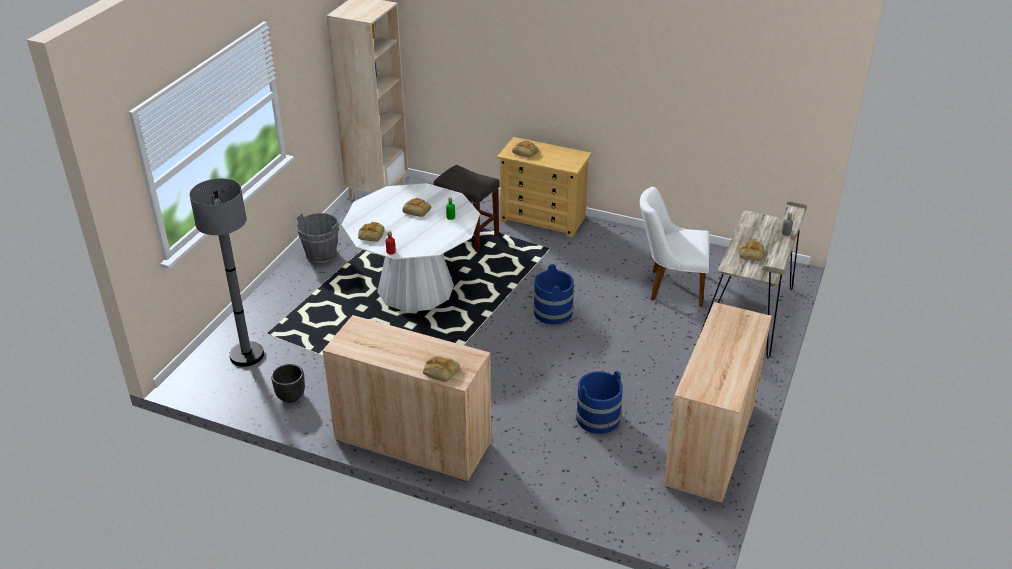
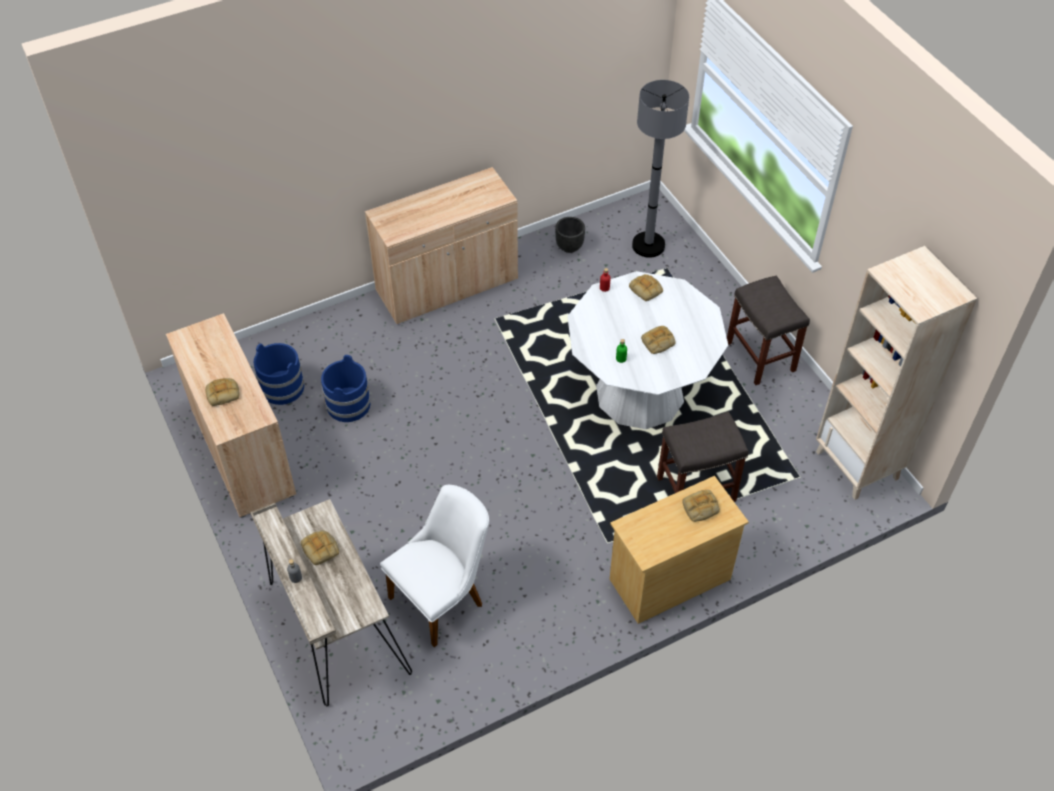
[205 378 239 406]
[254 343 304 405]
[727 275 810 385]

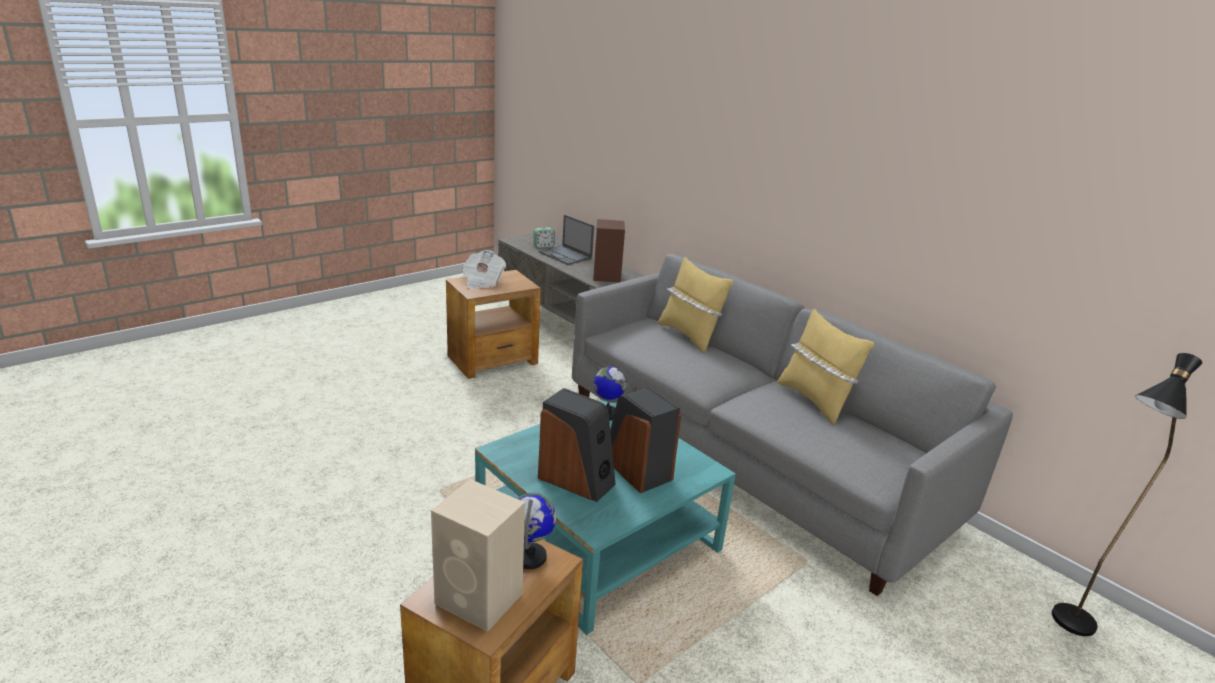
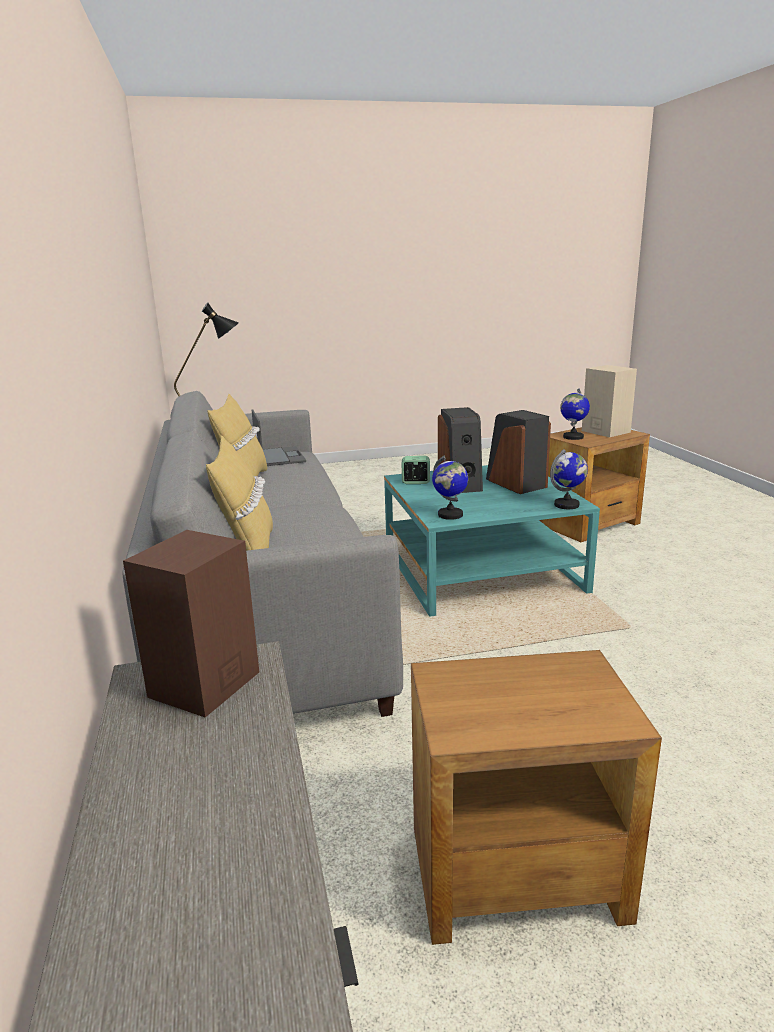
[462 250 506 289] (first image)
[550 449 588 509]
[402 456 430 484]
[251 410 306 466]

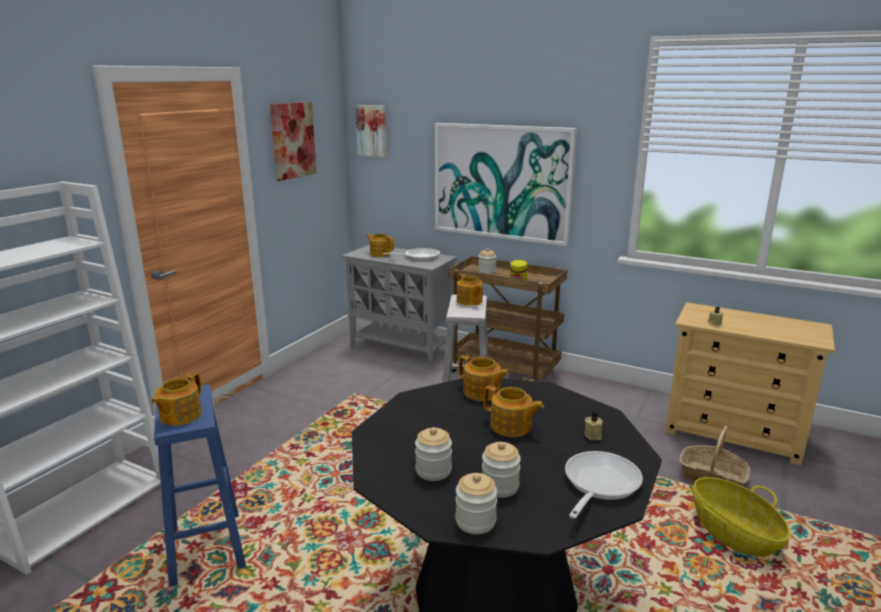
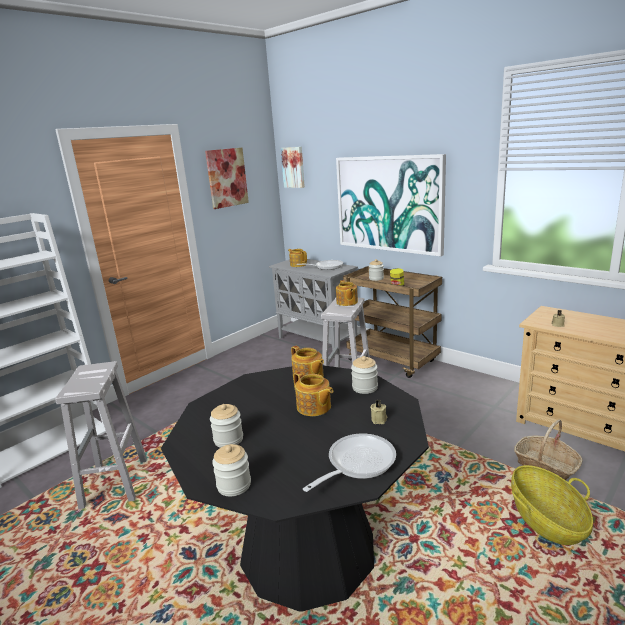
[151 373 202 426] (first image)
[351 356 378 394]
[55 361 147 509]

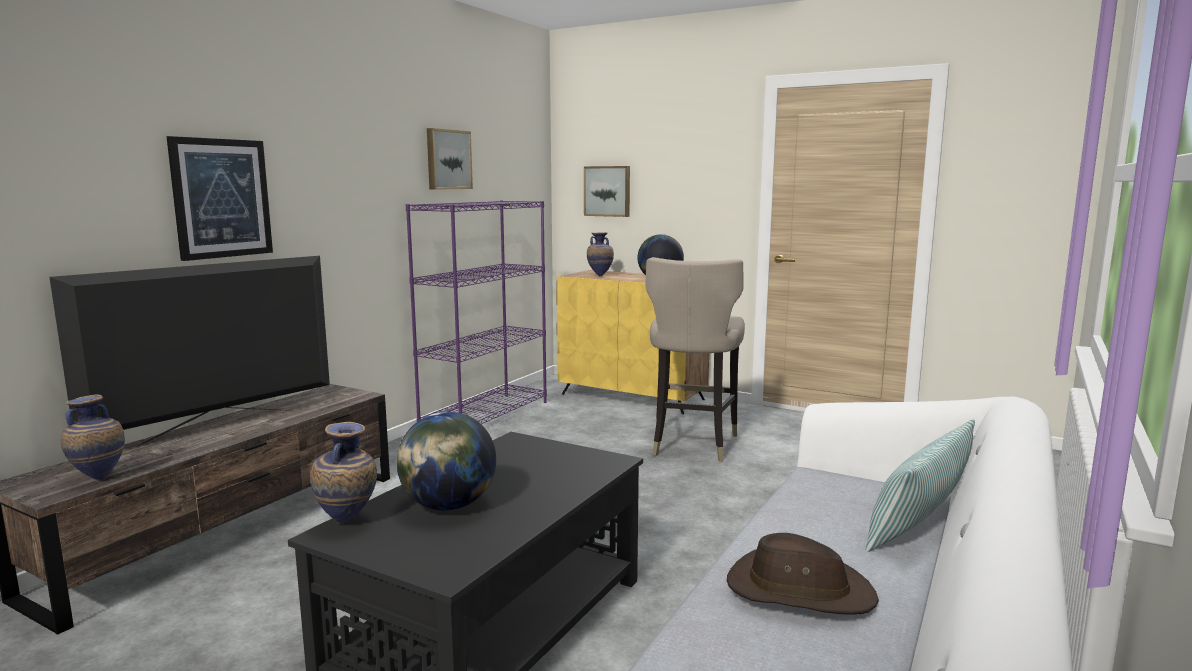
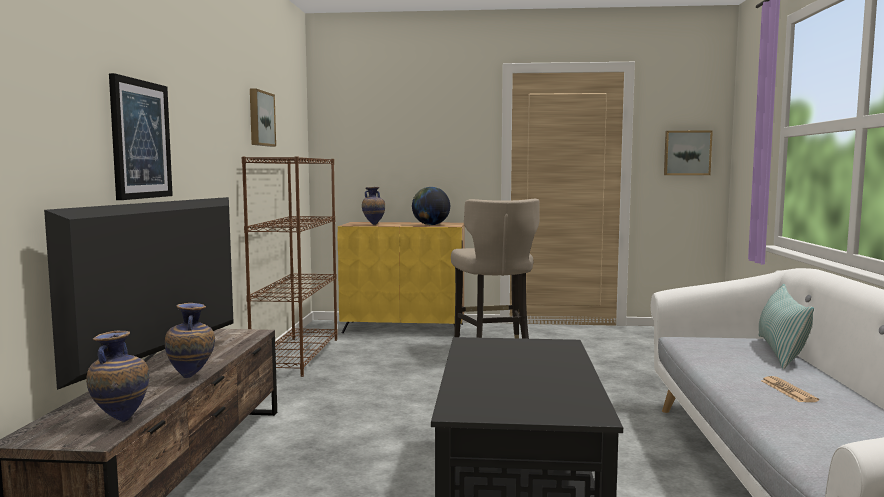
[397 412 496 510] (first image)
[165 303 215 378]
[664 131 713 175]
[761 376 819 402]
[242 156 338 377]

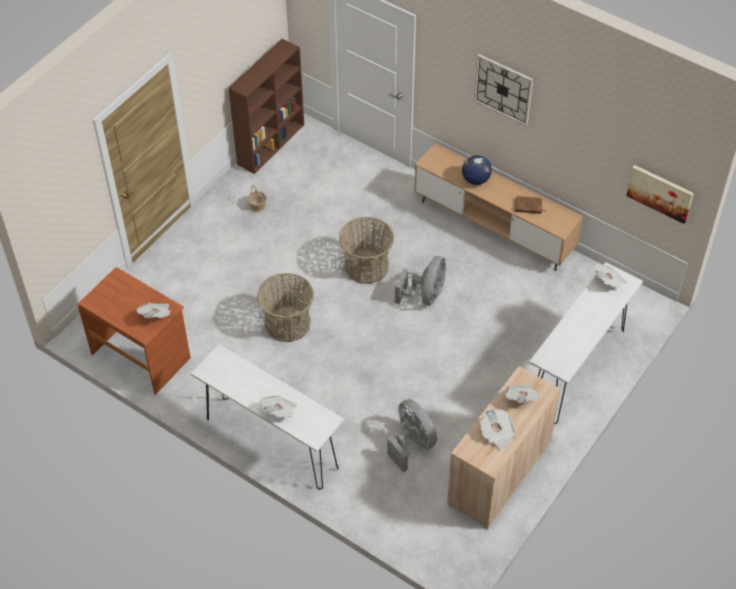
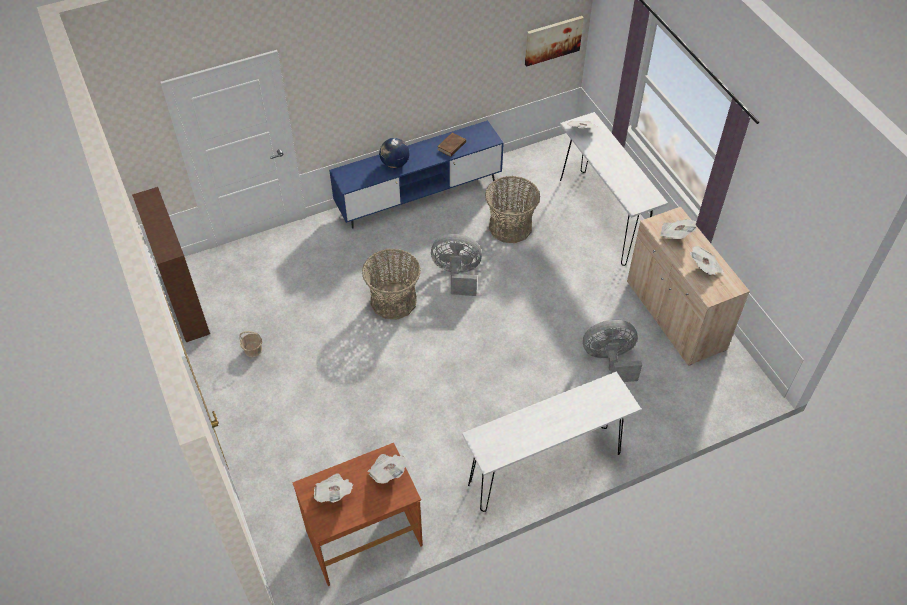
[474 54 533 126] (first image)
[485 176 540 243]
[314 473 353 503]
[329 120 504 229]
[431 234 482 296]

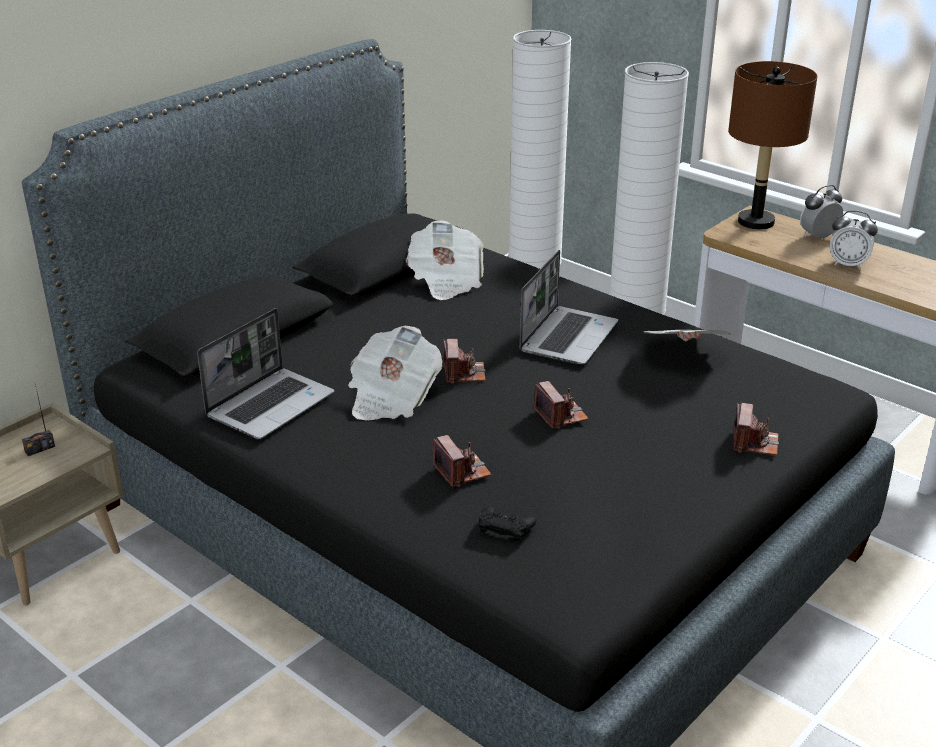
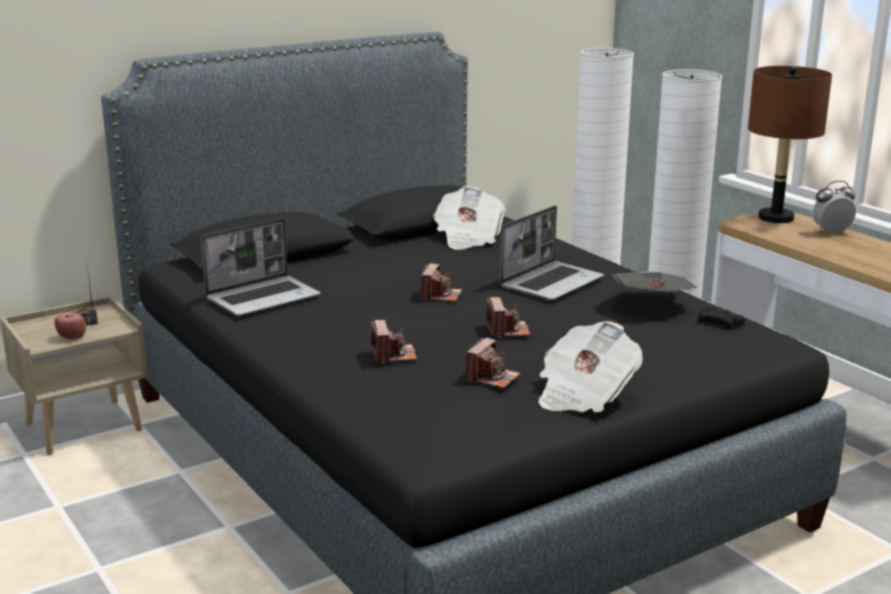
[830 210 878 269] (first image)
[55 313 86 340]
[539 321 643 413]
[698 307 745 329]
[466 337 520 388]

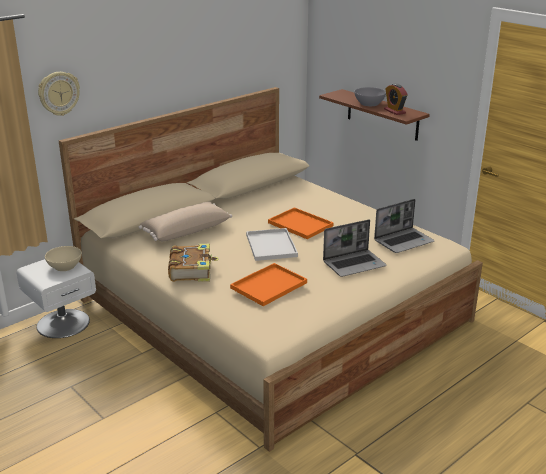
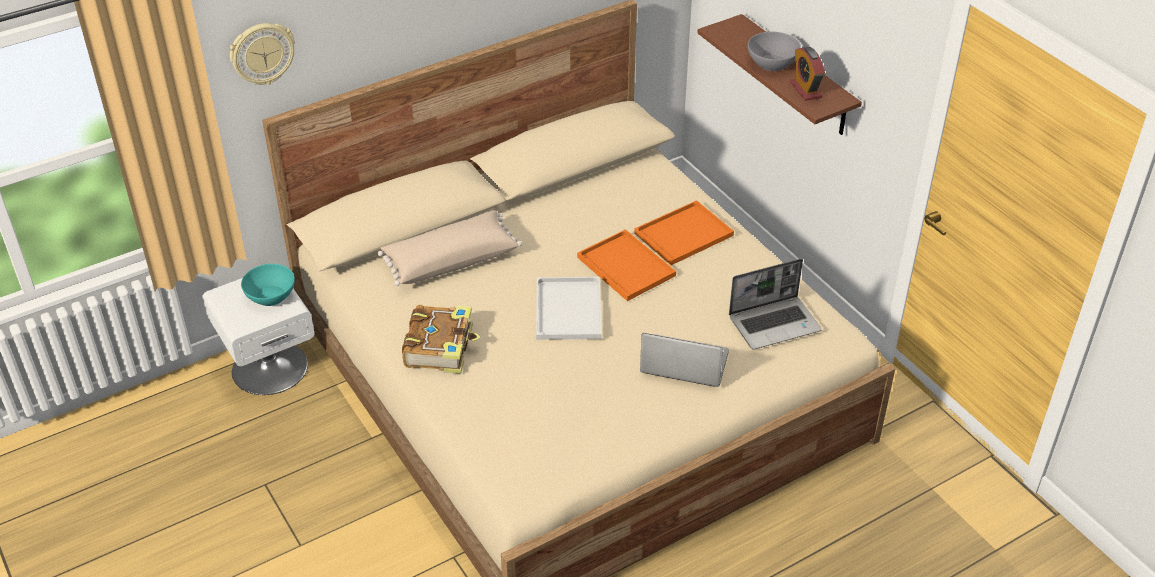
[634 200 734 265]
[241 264 295 306]
[640 333 729 387]

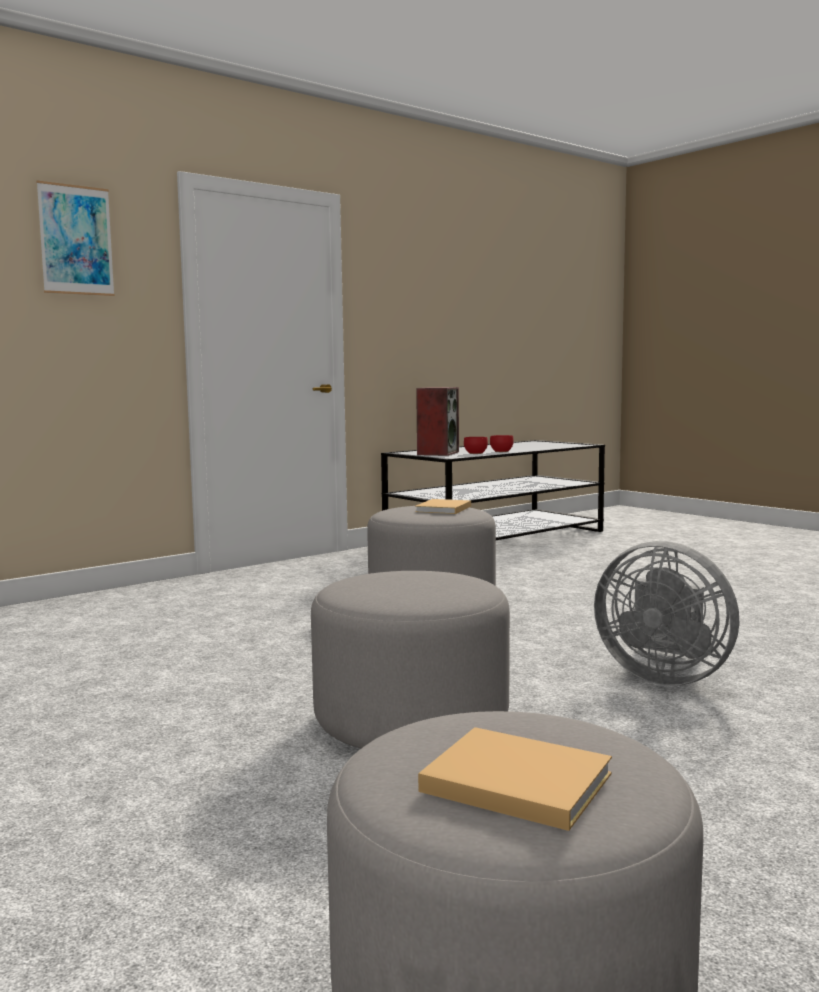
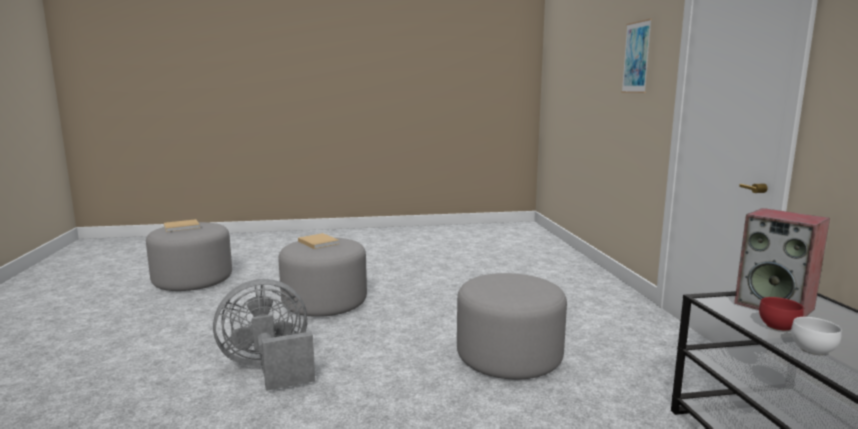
[298 233 339 249]
[791 317 842 355]

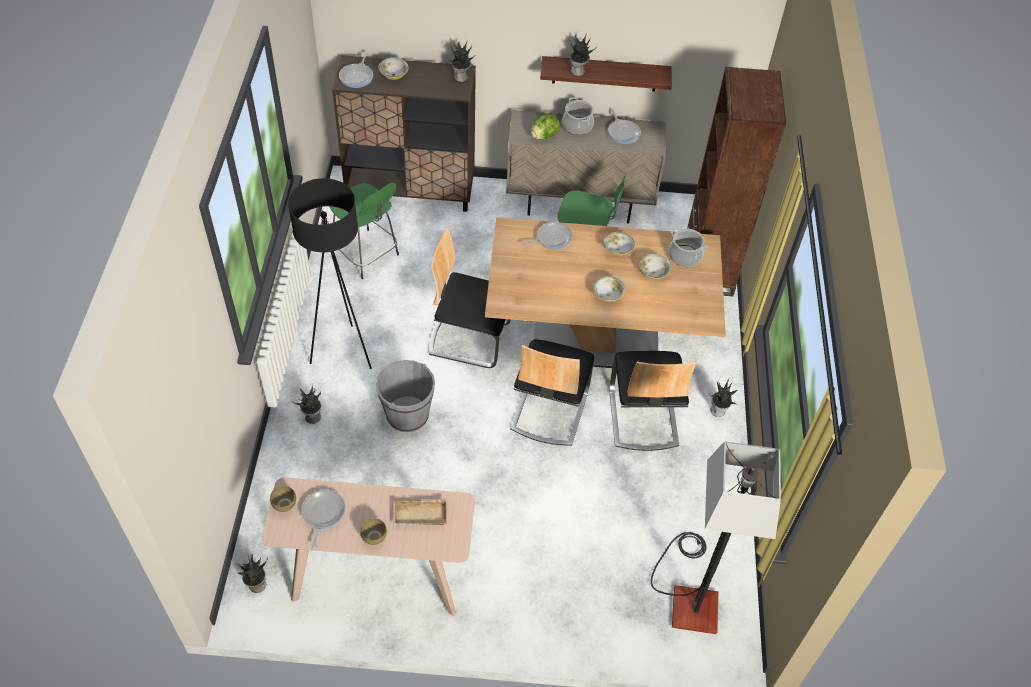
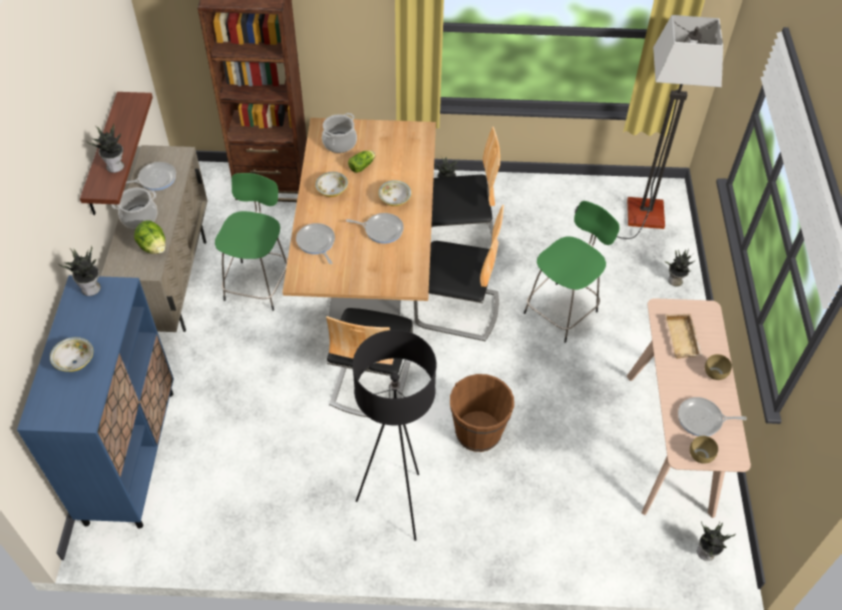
[664 249 695 287]
[524 201 620 343]
[346 213 404 244]
[348 150 375 173]
[17 275 174 529]
[450 374 514 452]

